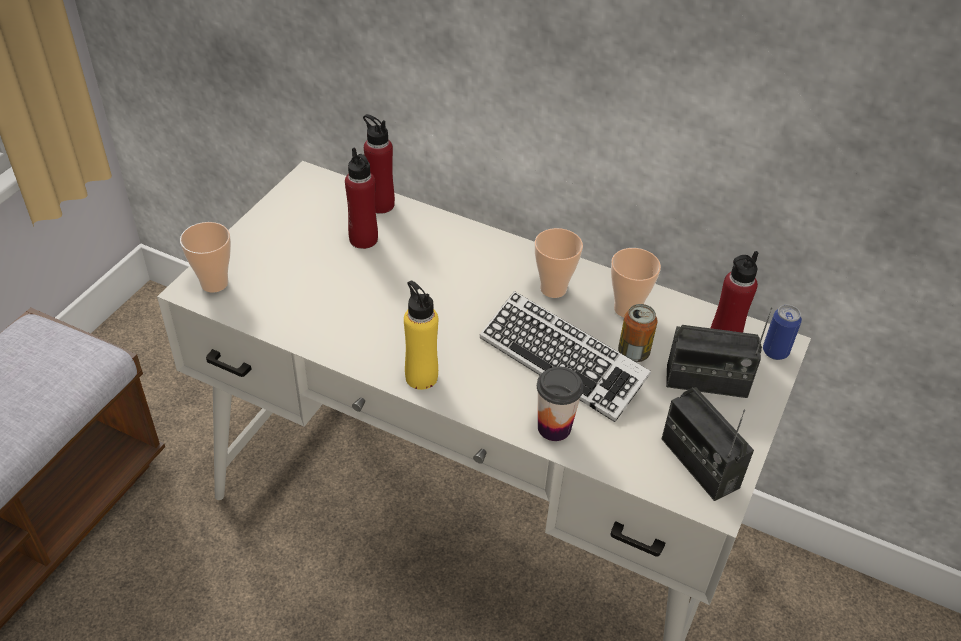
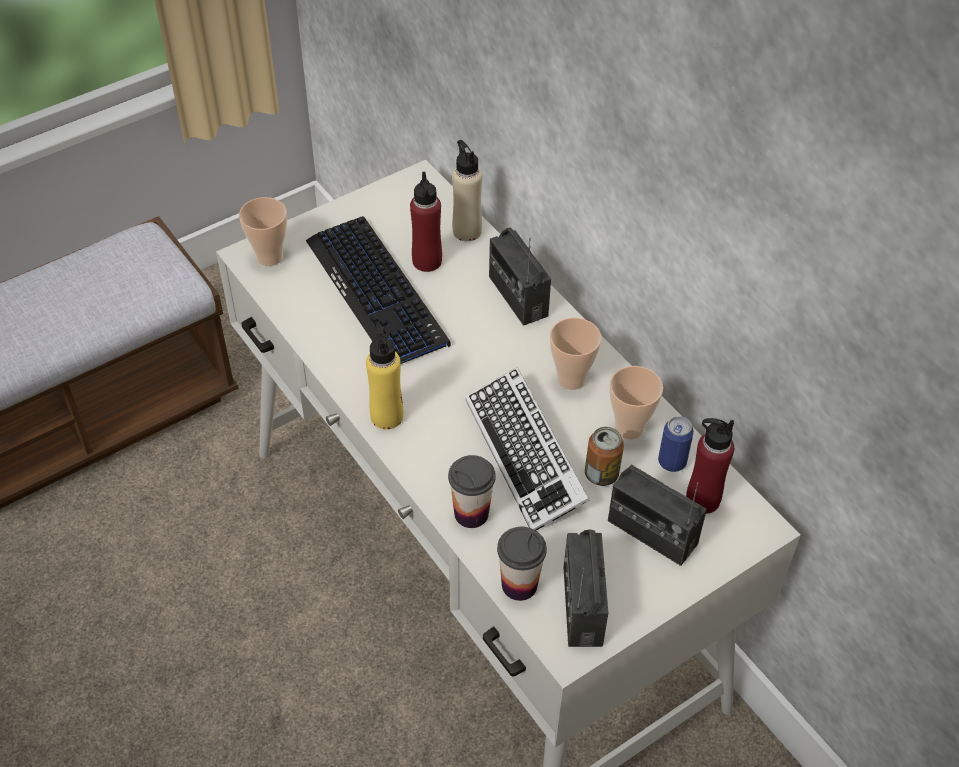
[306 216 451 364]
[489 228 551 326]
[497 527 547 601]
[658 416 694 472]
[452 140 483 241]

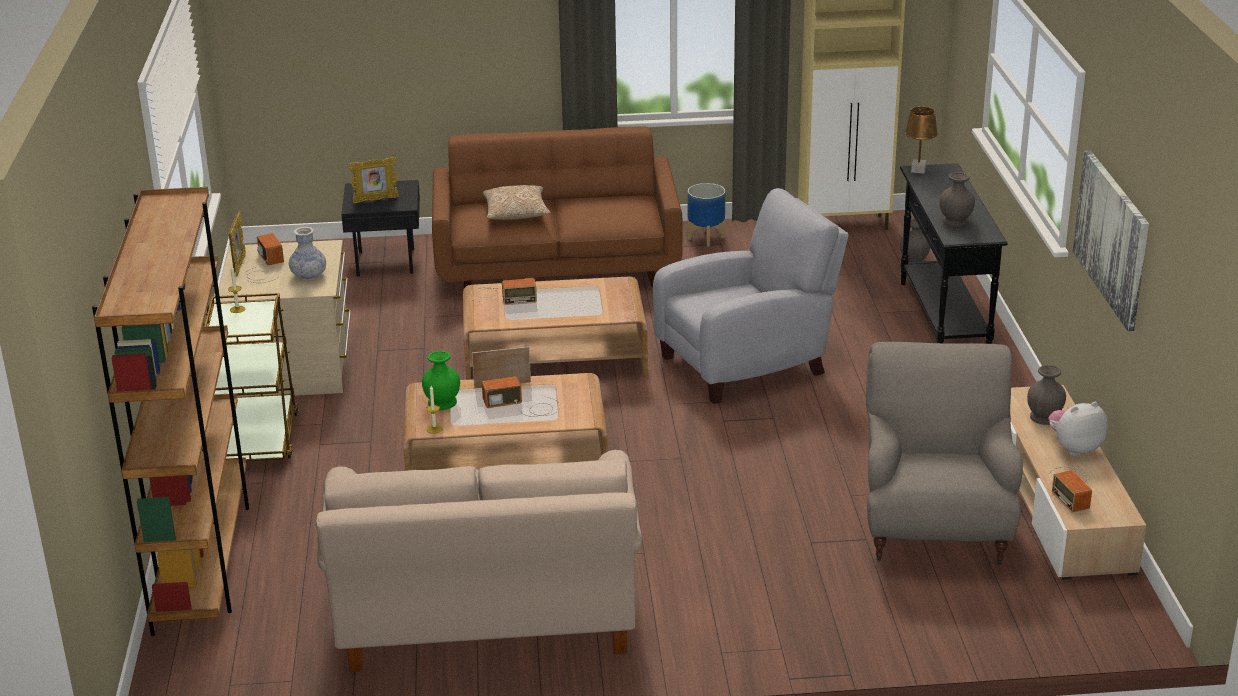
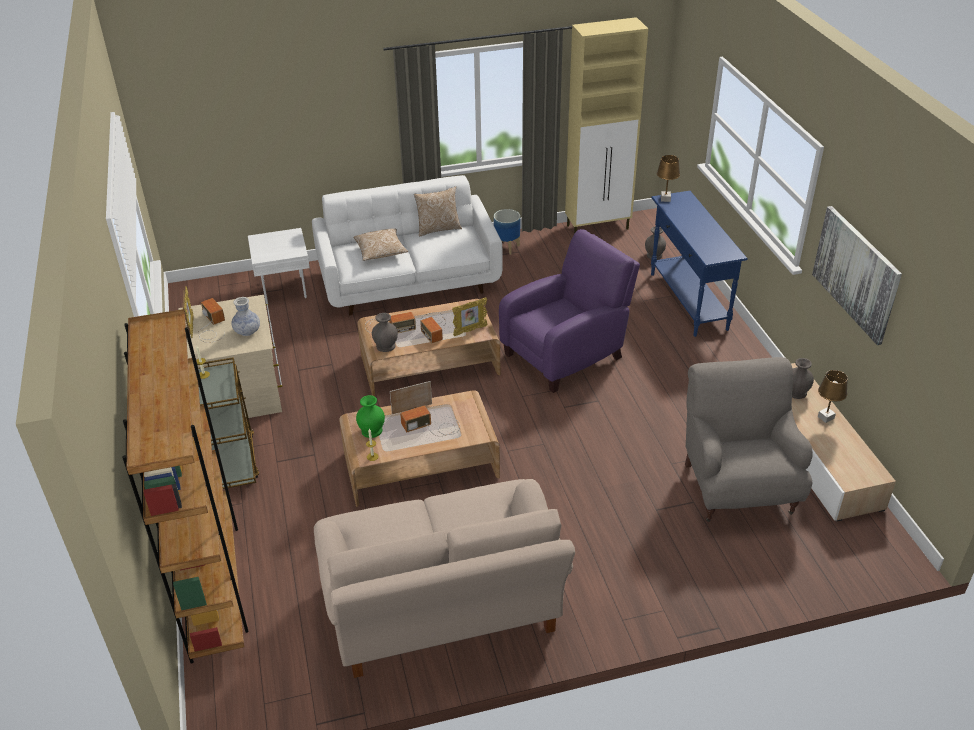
[414 186 462 237]
[452 298 488 336]
[372 313 398 352]
[420 313 446 344]
[818 370 848 423]
[248 228 310 304]
[312 175 503 315]
[499 229 640 393]
[651 191 748 337]

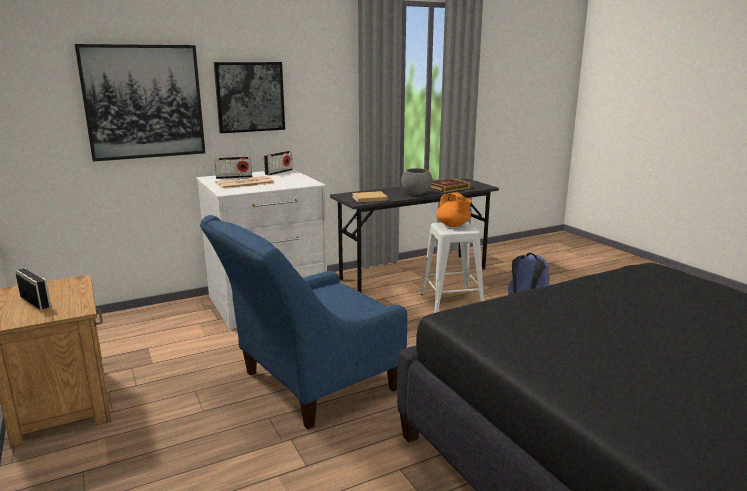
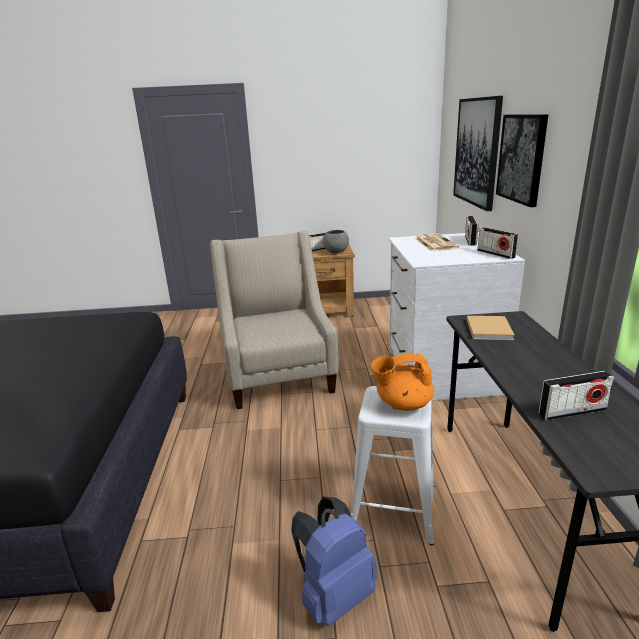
[323 230 349 253]
[538 371 614 421]
[210 231 339 409]

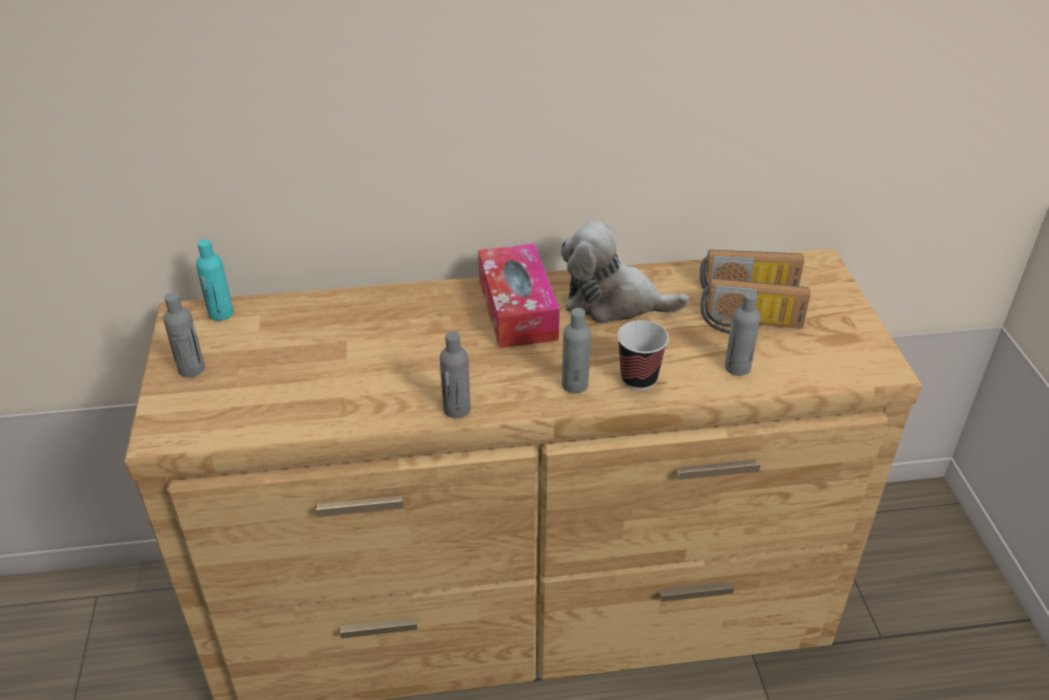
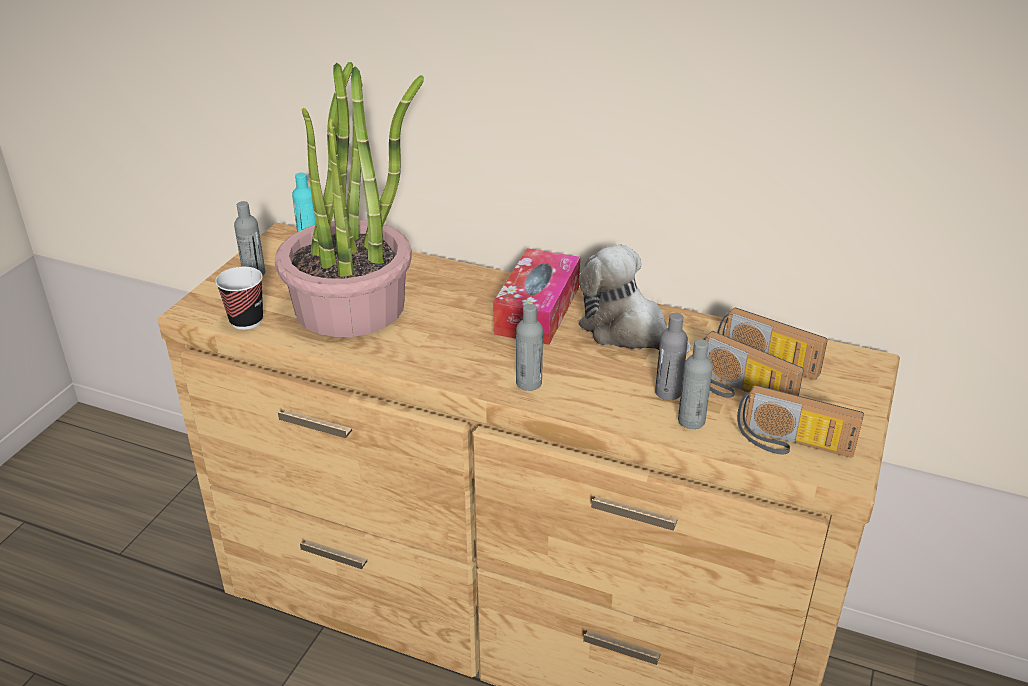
[275 62 424 337]
[737 385 864 458]
[655 313 688 400]
[215 266 263 330]

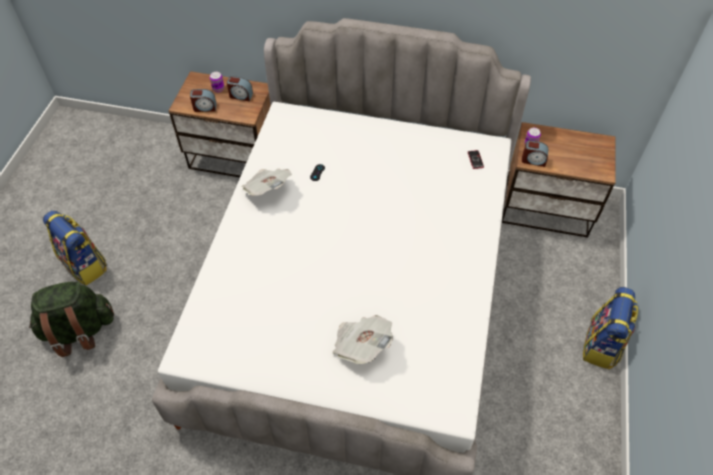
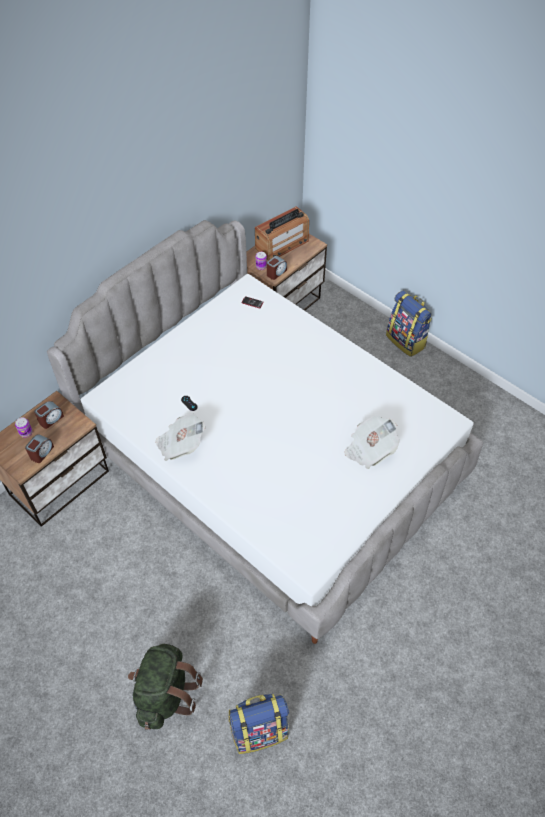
[255 206 309 261]
[229 694 289 754]

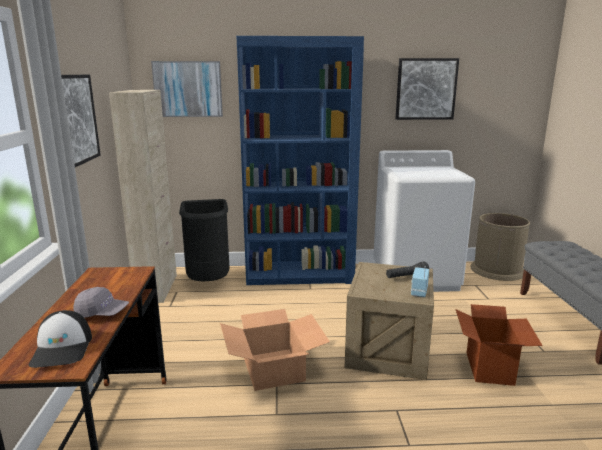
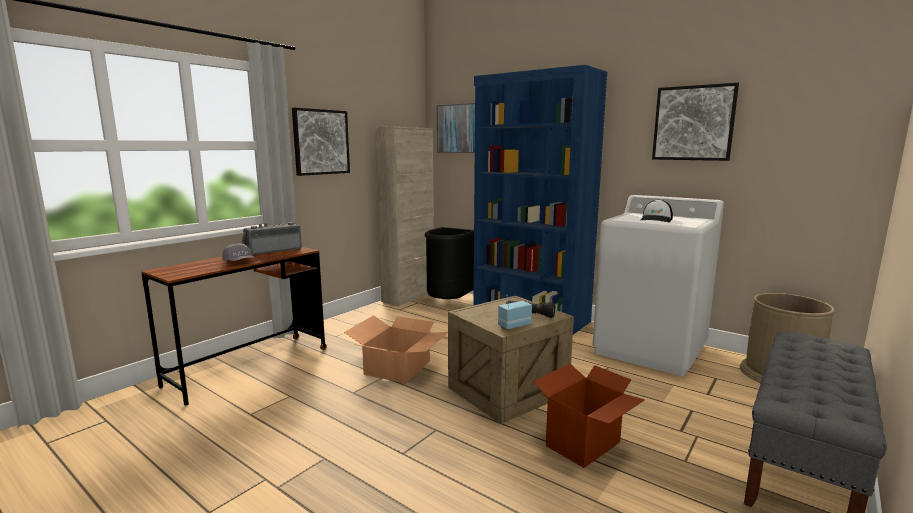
[242 222 302 256]
[640 199 673 223]

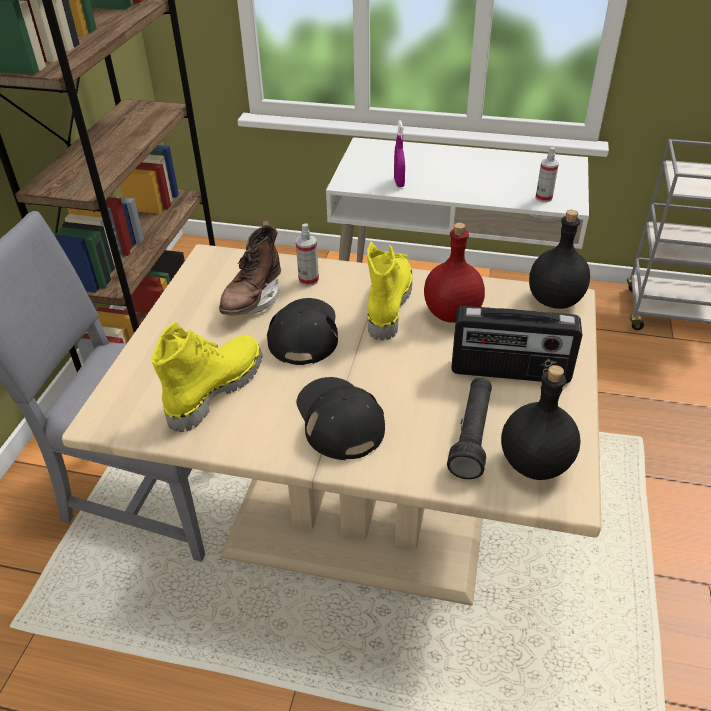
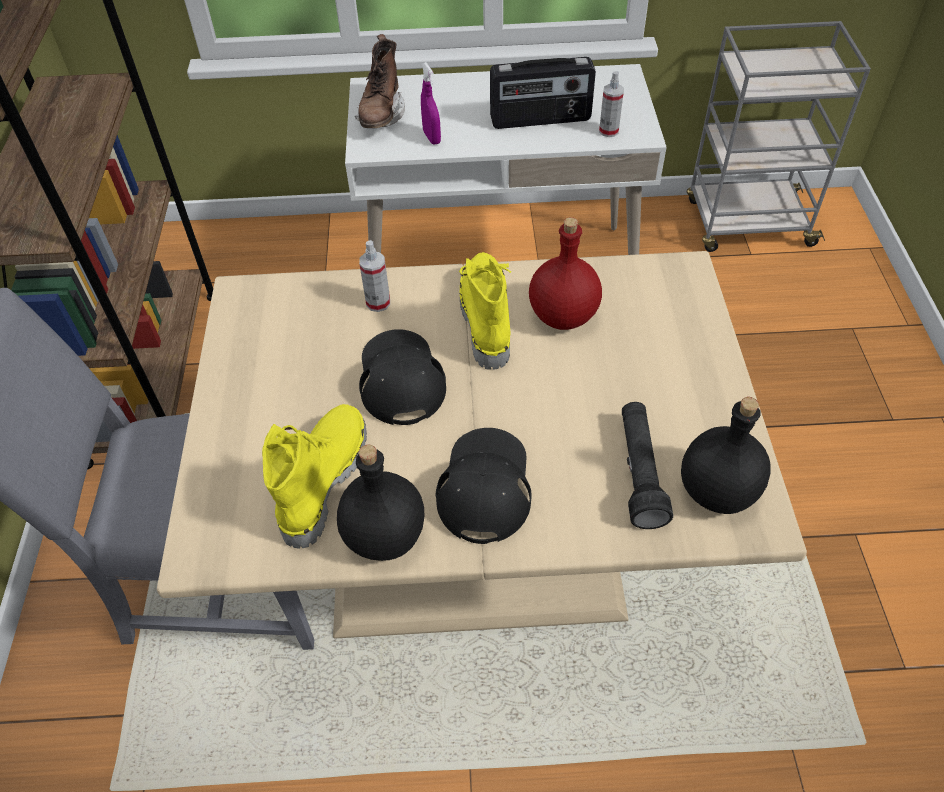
[355 34 405 128]
[490 57 596 129]
[337 445 424 561]
[436 428 532 544]

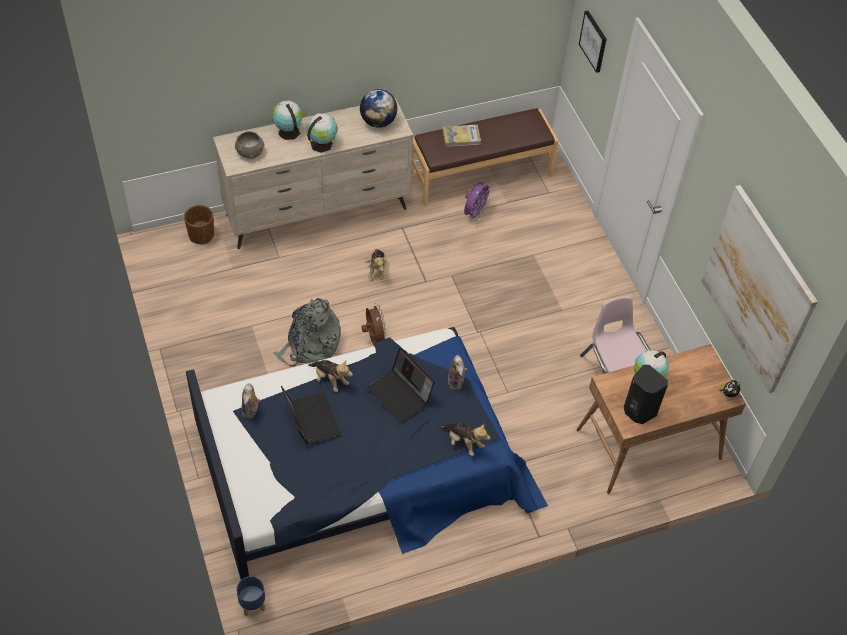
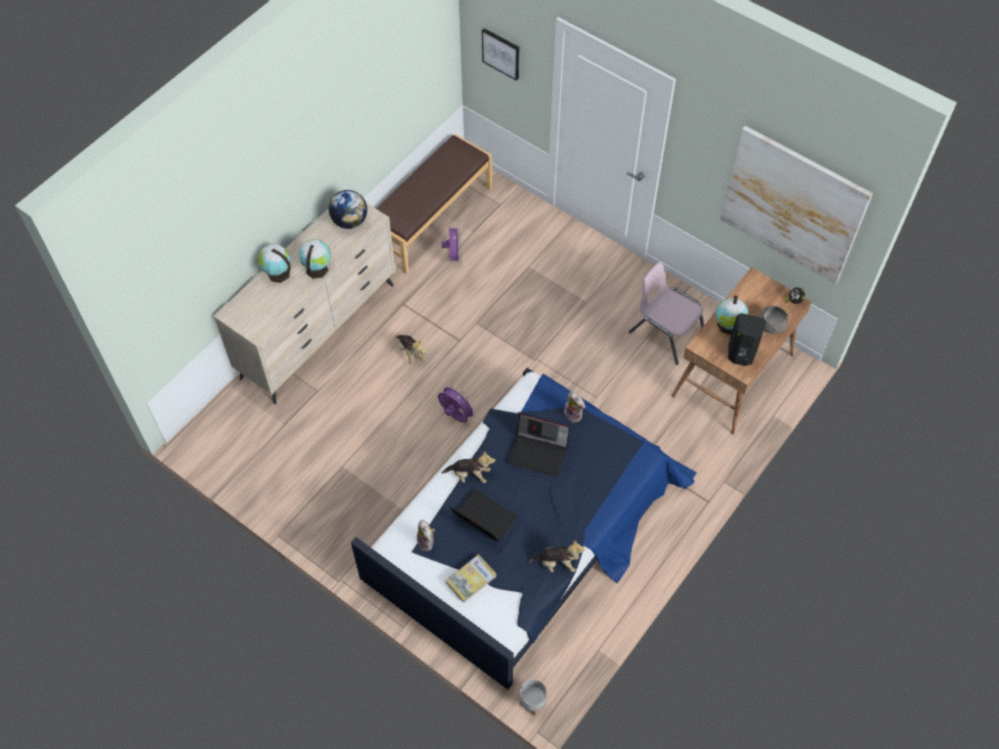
[184 205 214 244] (first image)
[273 298 341 367] (first image)
[759 305 789 334]
[528 540 585 572]
[445 554 497 603]
[520 679 547 716]
[438 385 476 423]

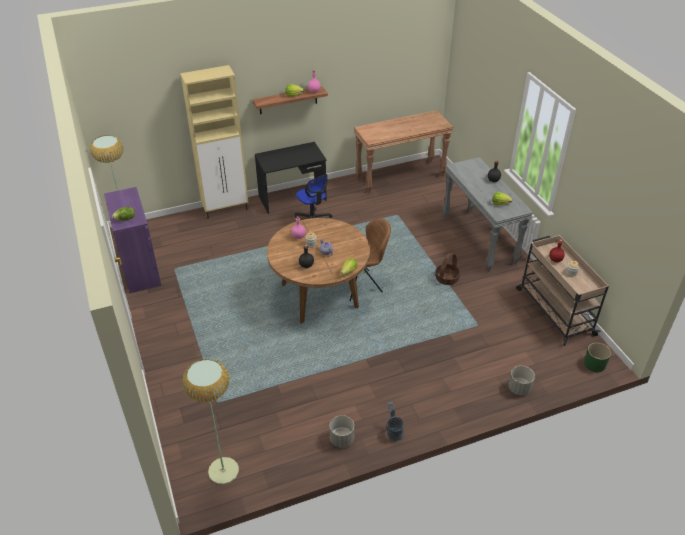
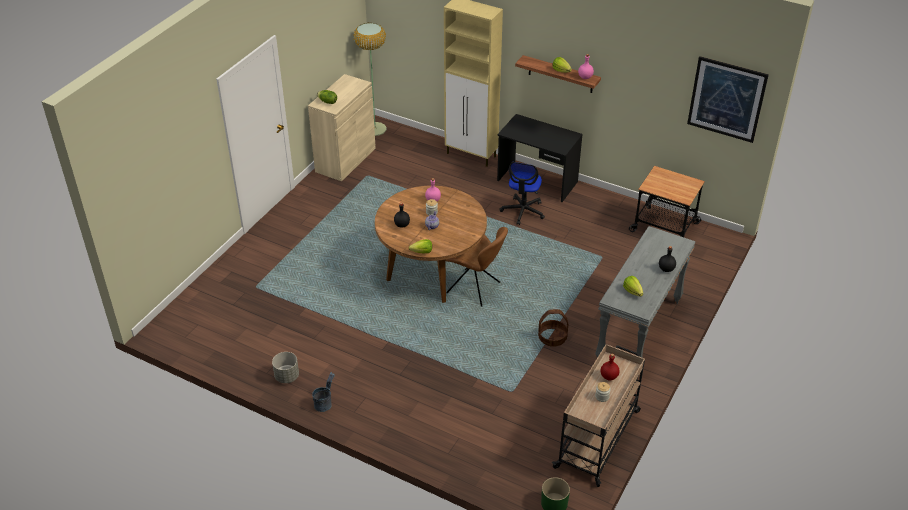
[182 359 239 484] (first image)
[508 366 535 395] (first image)
[687 56 769 143]
[629 166 705 237]
[308 74 376 182]

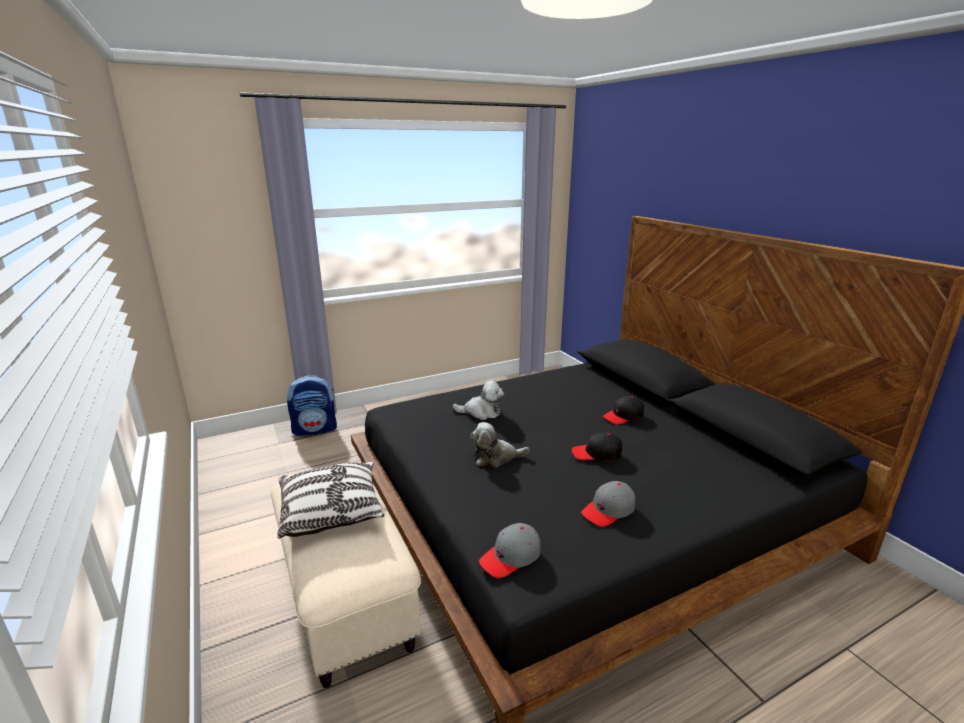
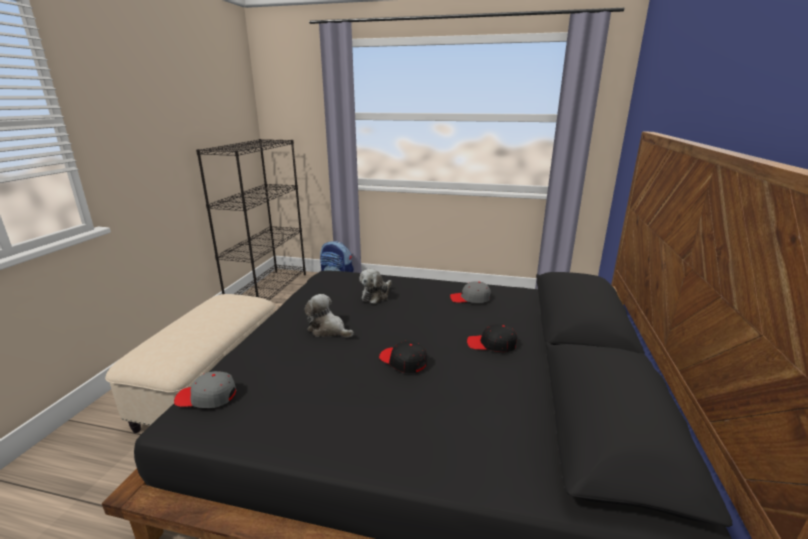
[277 462 384 539] (first image)
[196 139 306 300]
[450 281 491 303]
[359 269 392 304]

